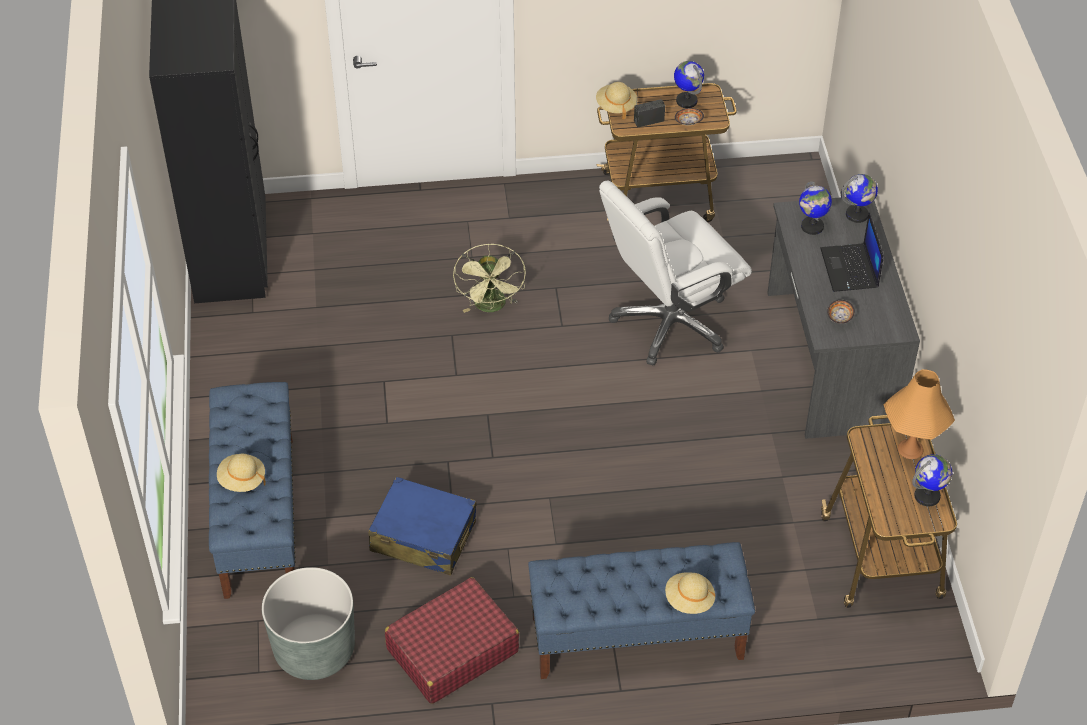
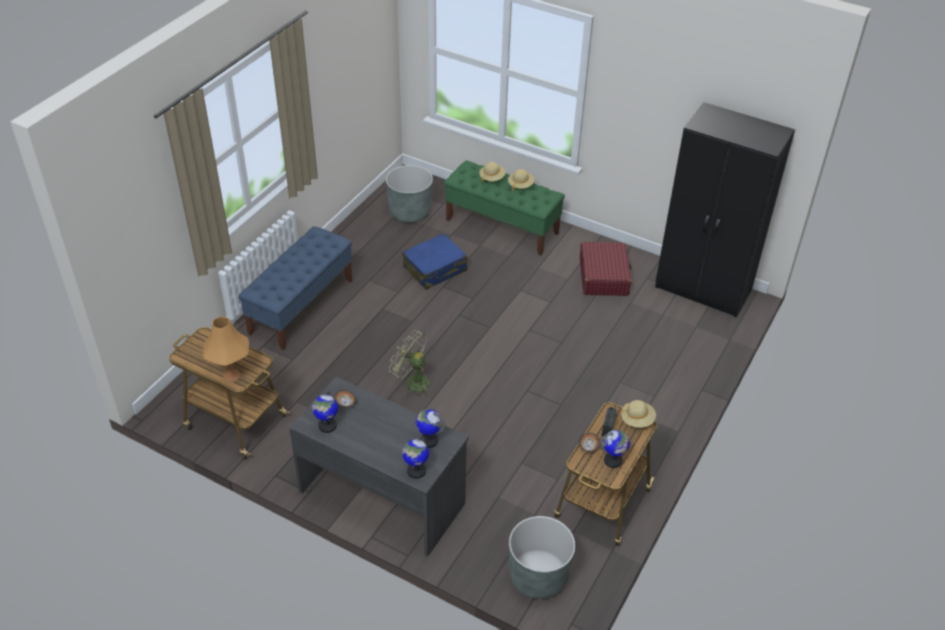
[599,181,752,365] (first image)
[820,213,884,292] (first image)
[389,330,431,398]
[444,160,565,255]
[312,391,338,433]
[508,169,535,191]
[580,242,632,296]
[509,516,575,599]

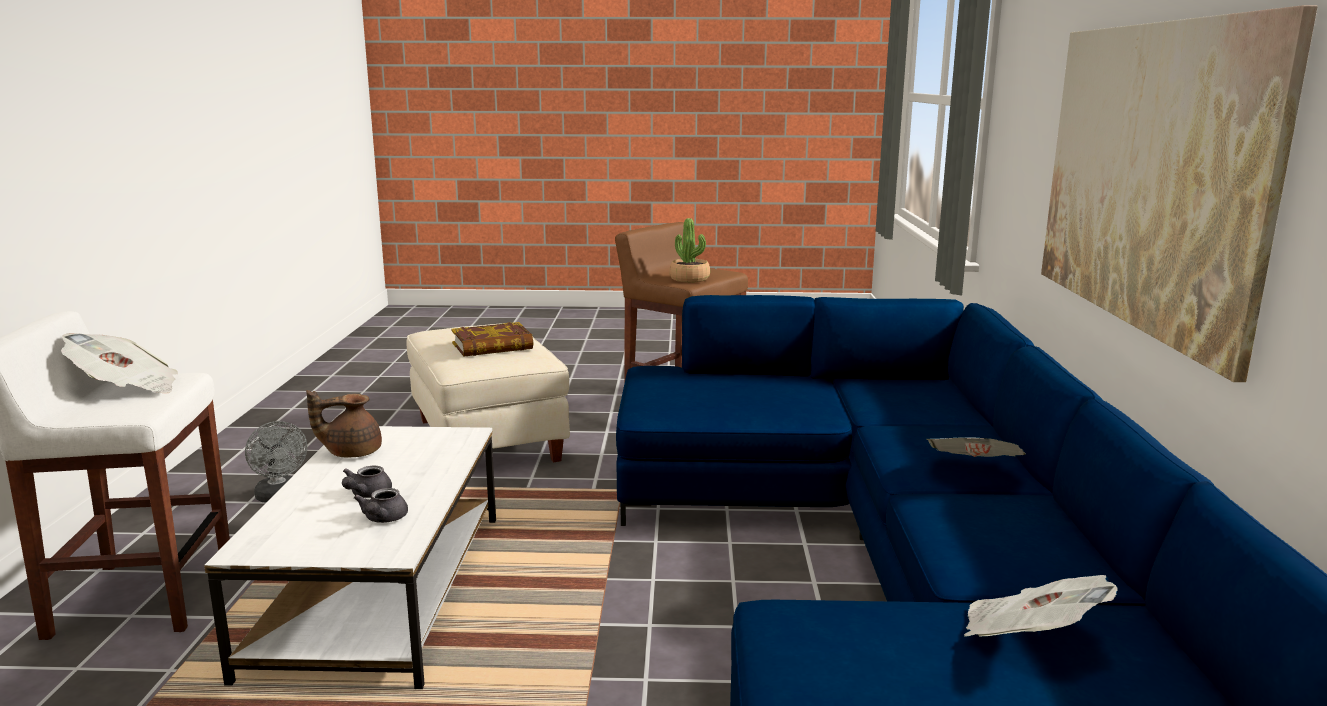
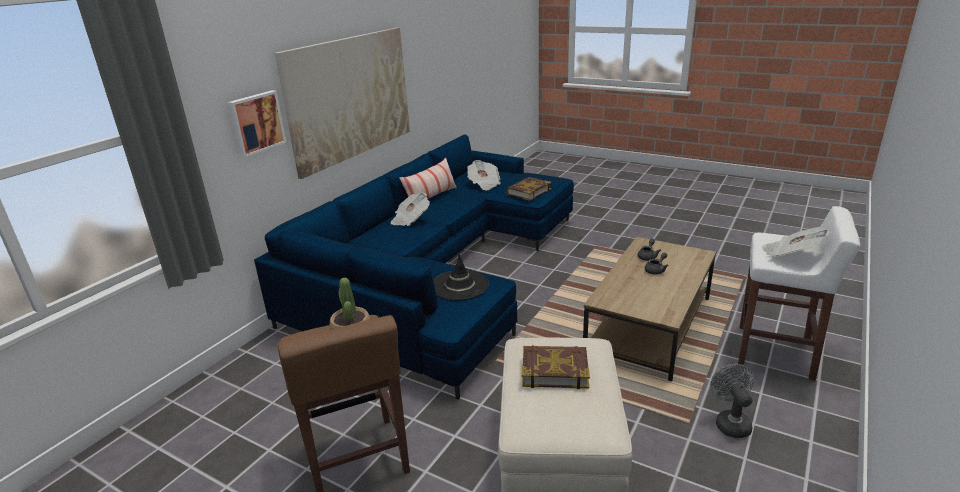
[306,390,382,457] (first image)
[583,237,716,381]
[228,90,286,158]
[399,158,457,199]
[506,177,551,201]
[433,254,489,301]

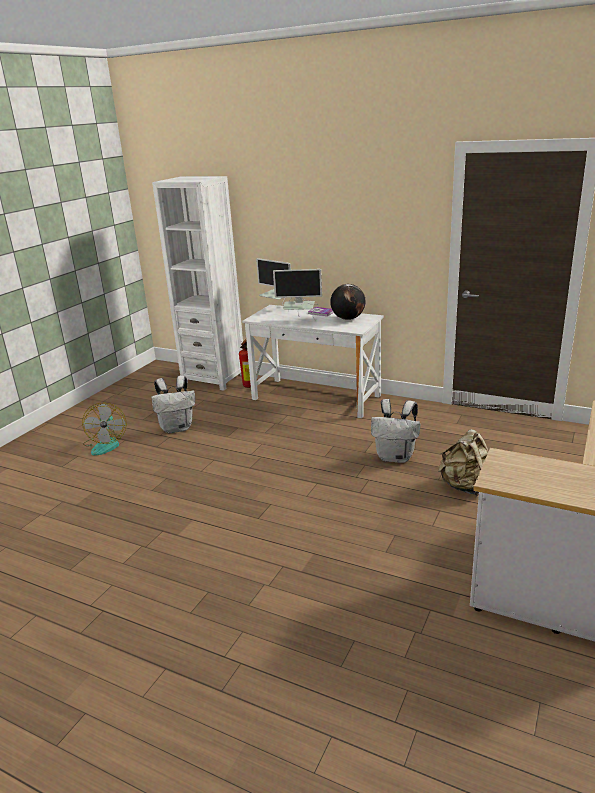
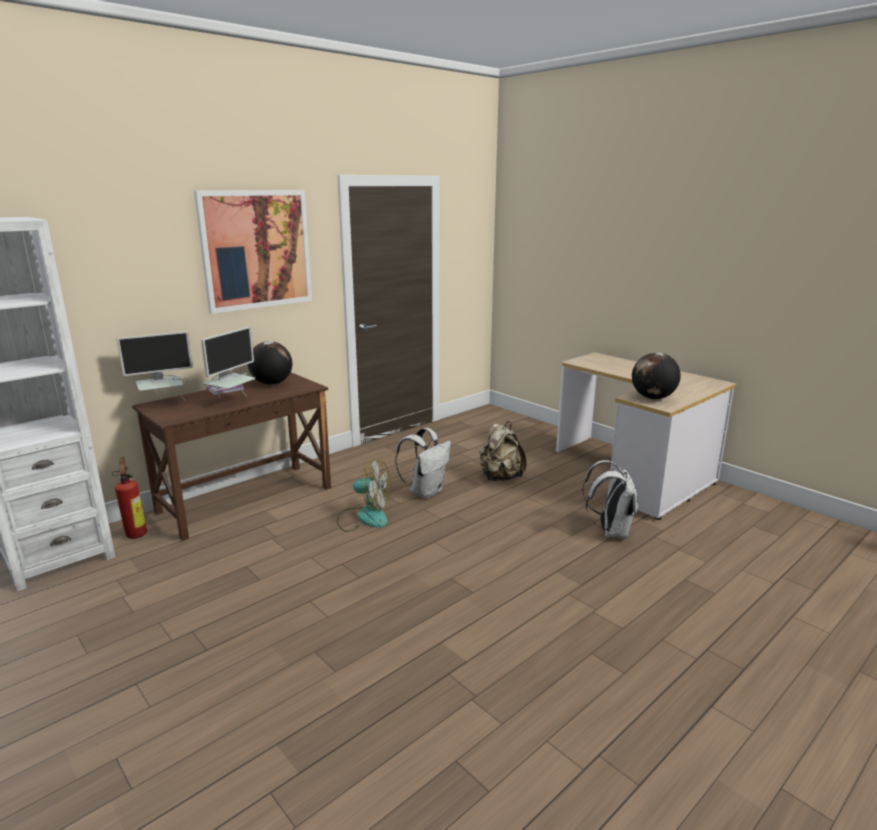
[132,372,331,541]
[582,460,638,539]
[337,459,391,532]
[194,190,312,314]
[632,353,681,399]

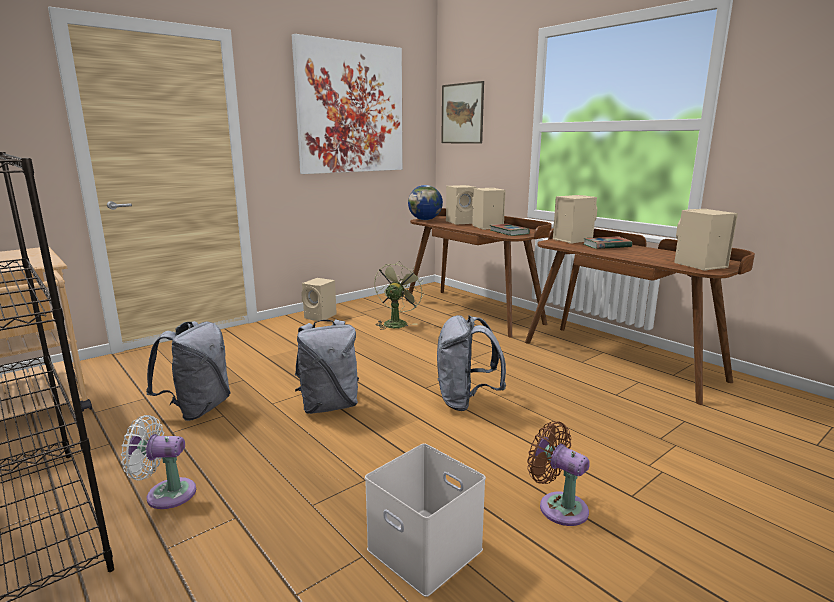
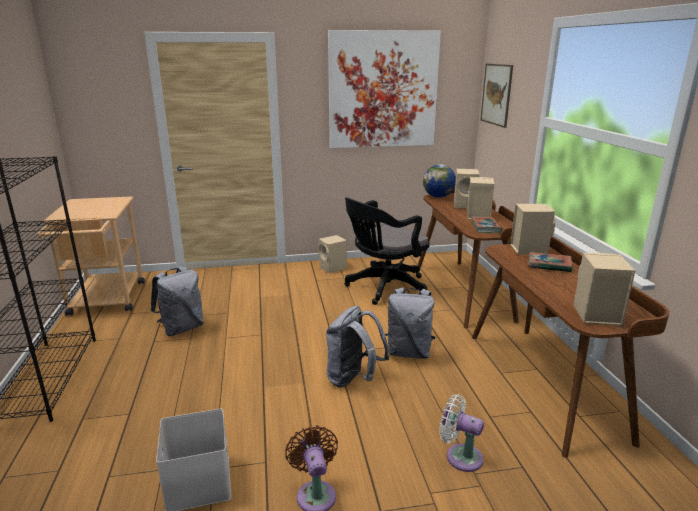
[345,197,430,305]
[385,287,436,359]
[439,394,484,472]

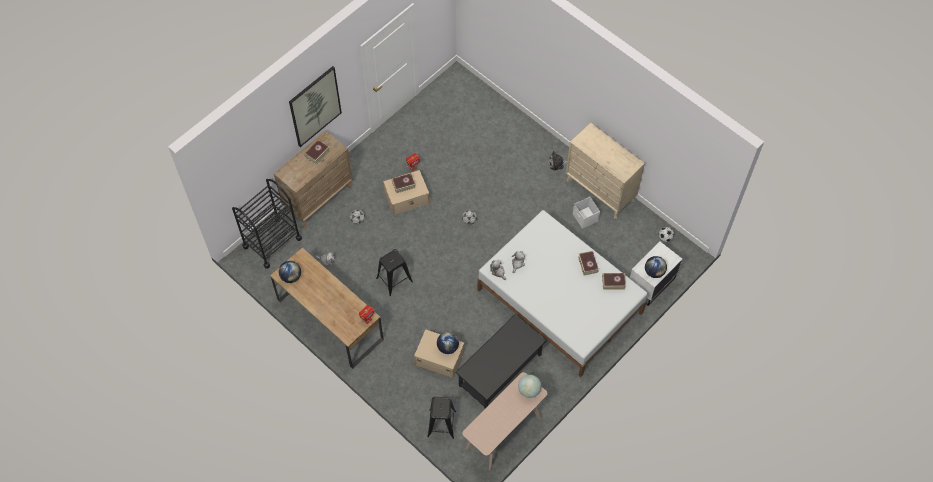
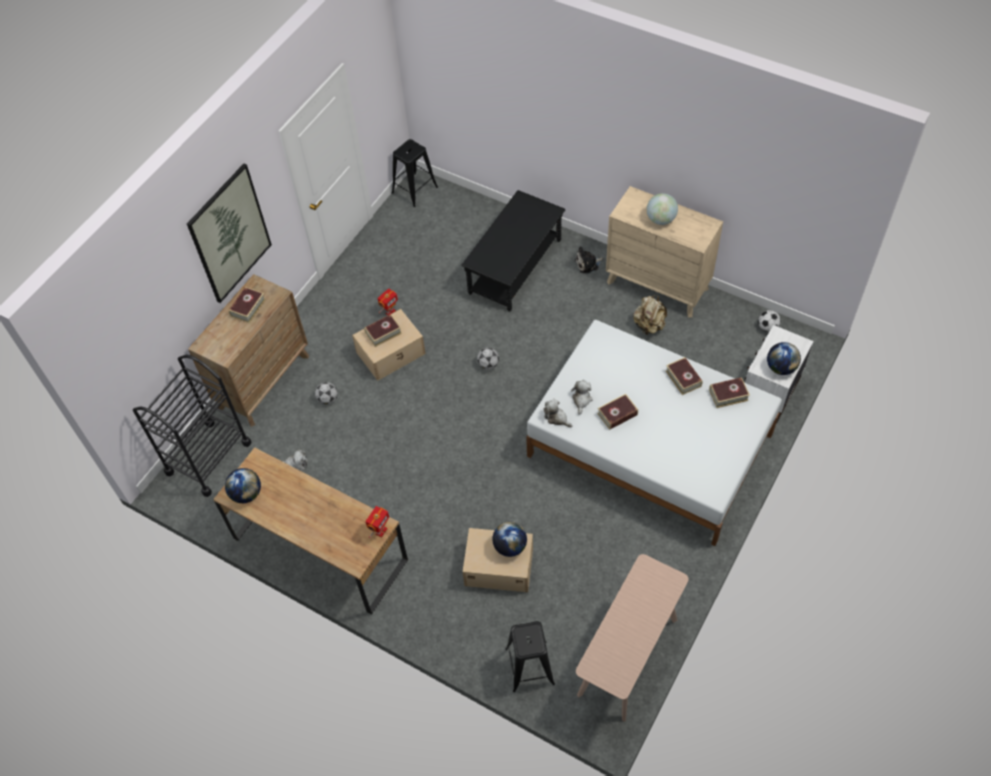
[633,295,667,335]
[392,139,438,207]
[461,190,565,312]
[647,193,678,225]
[597,394,638,430]

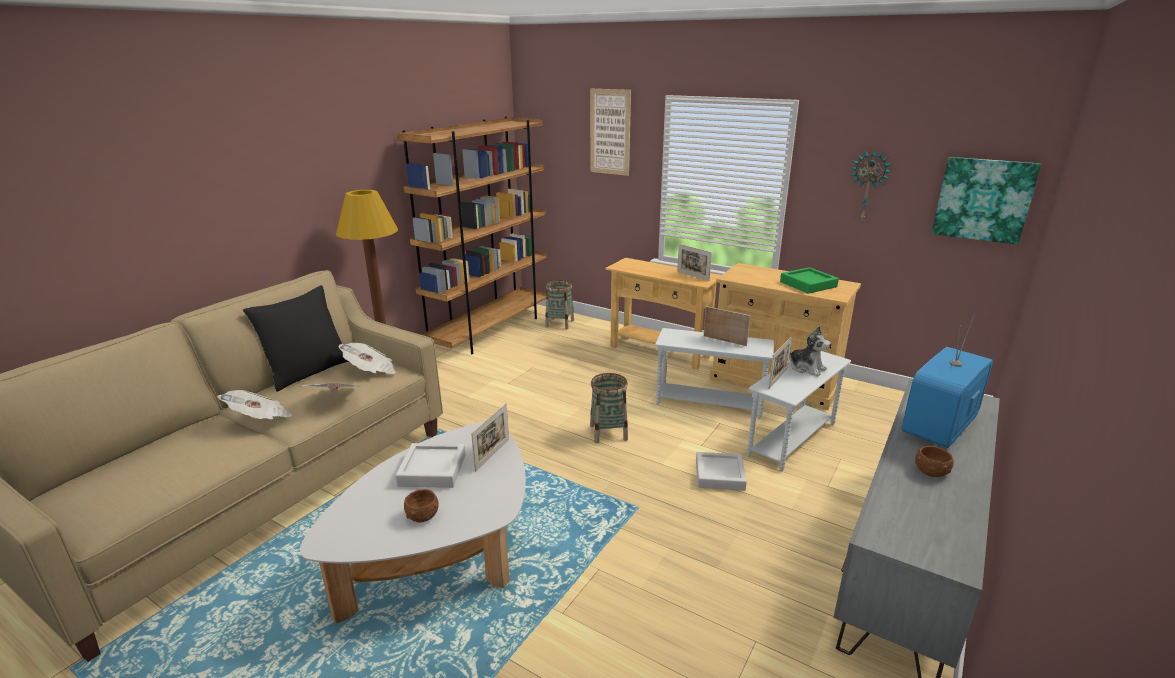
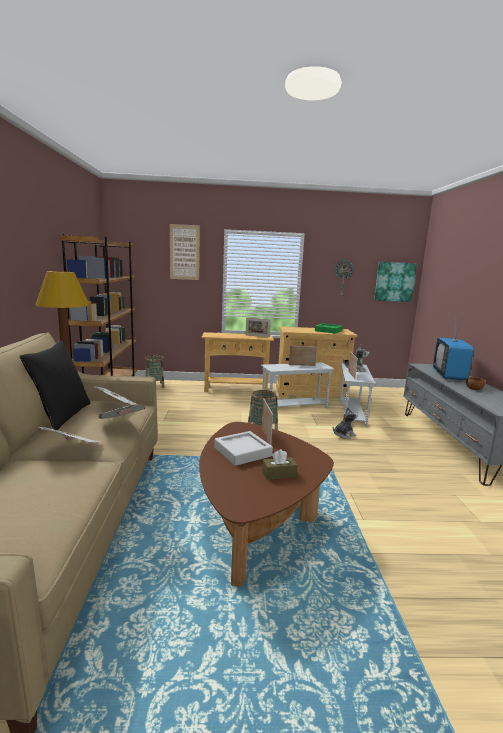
[199,422,334,587]
[333,407,358,439]
[262,449,297,480]

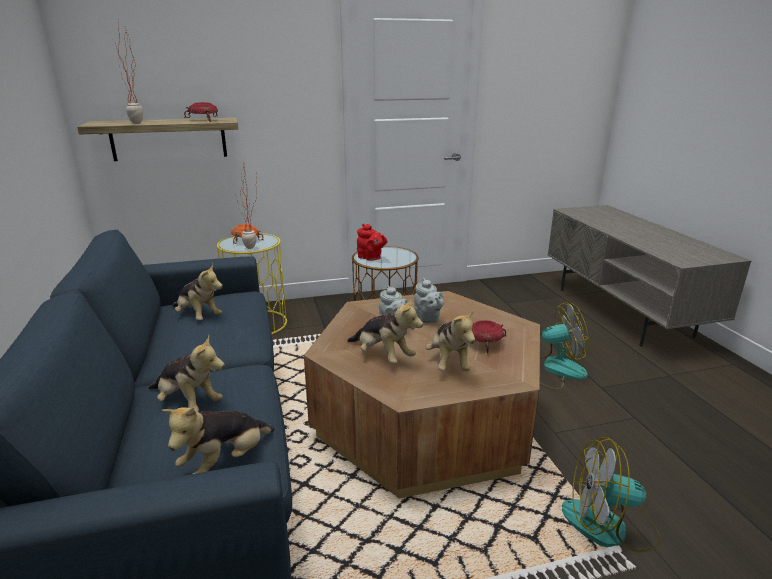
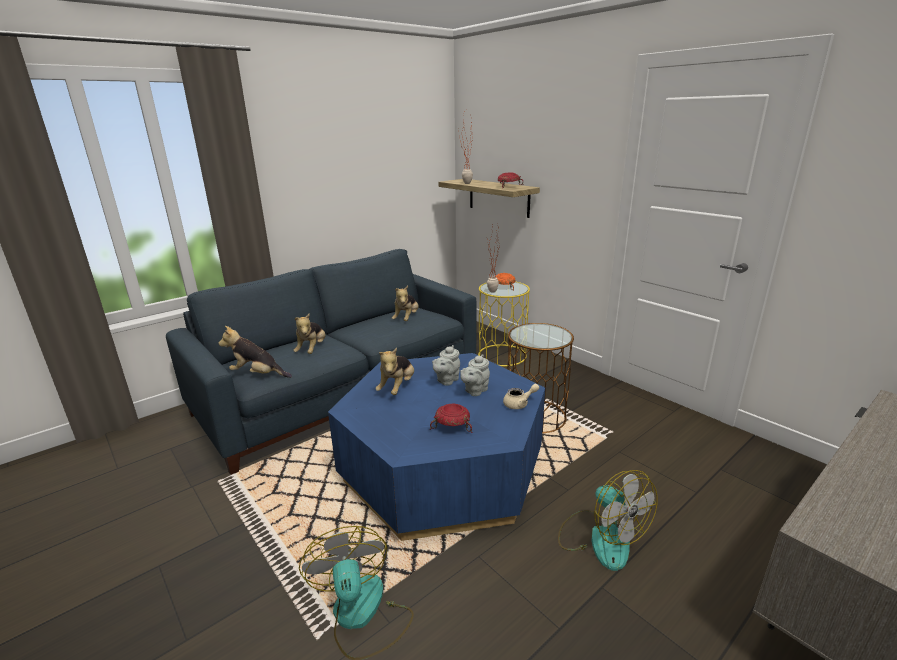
[357,224,387,261] (first image)
[328,353,545,541]
[426,310,475,371] (first image)
[503,384,539,409]

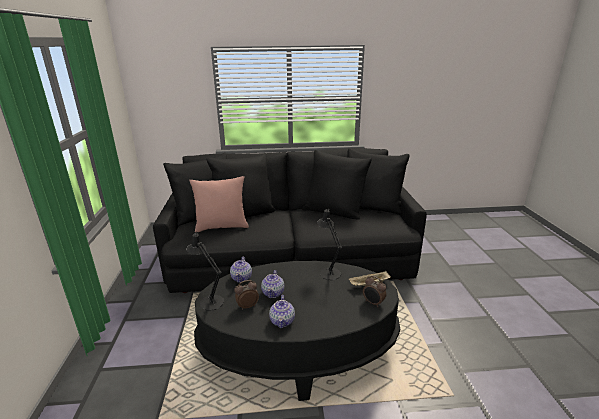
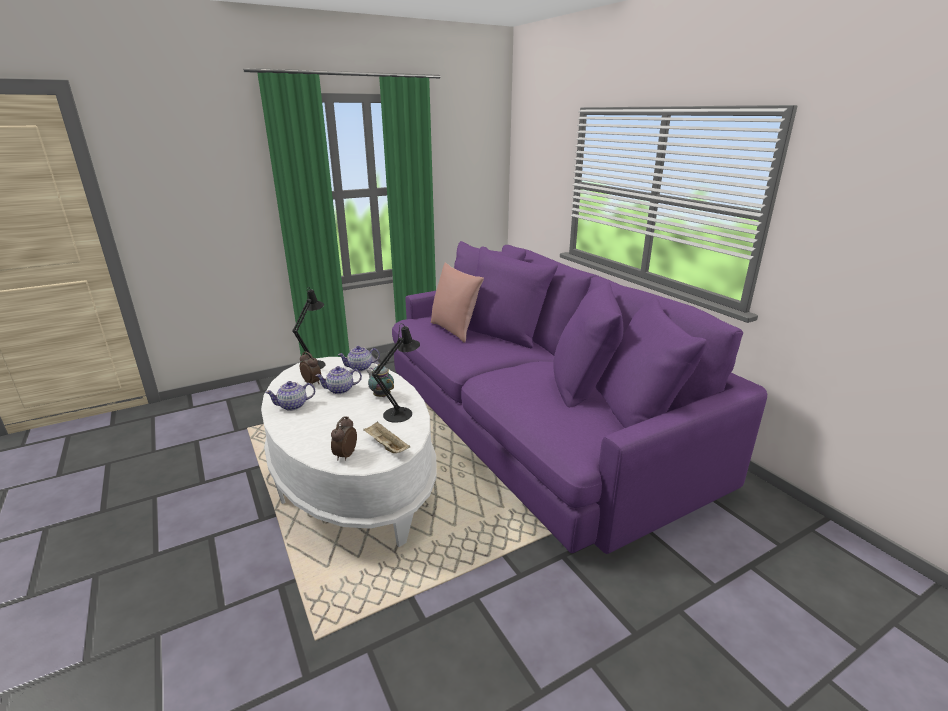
[392,241,767,554]
[261,357,437,547]
[367,364,394,397]

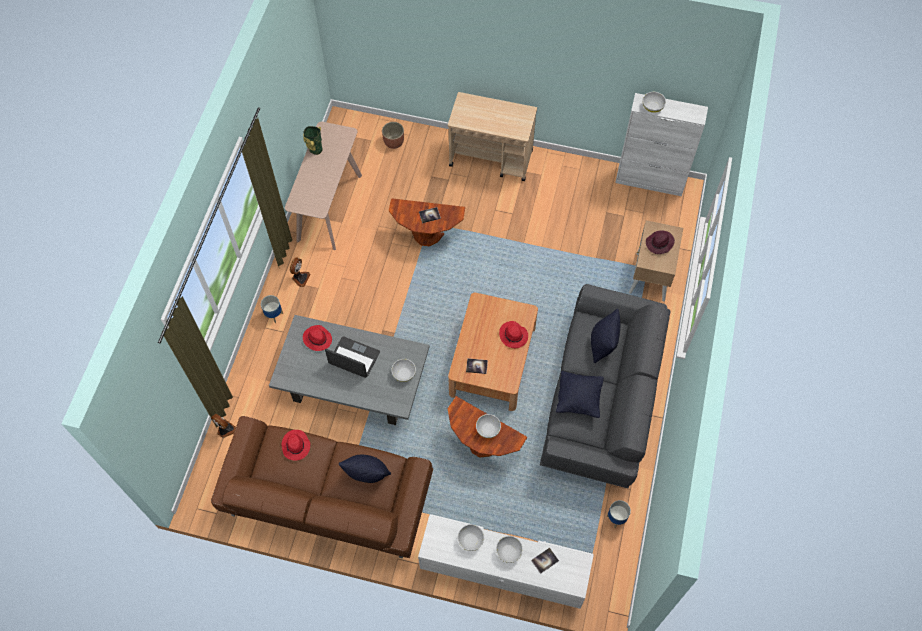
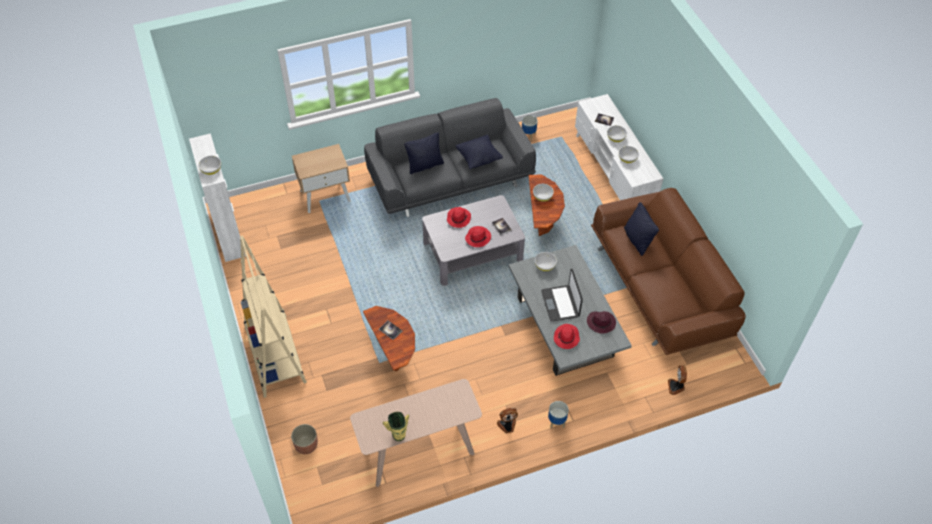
[240,236,307,398]
[587,311,616,334]
[422,195,525,286]
[465,226,491,247]

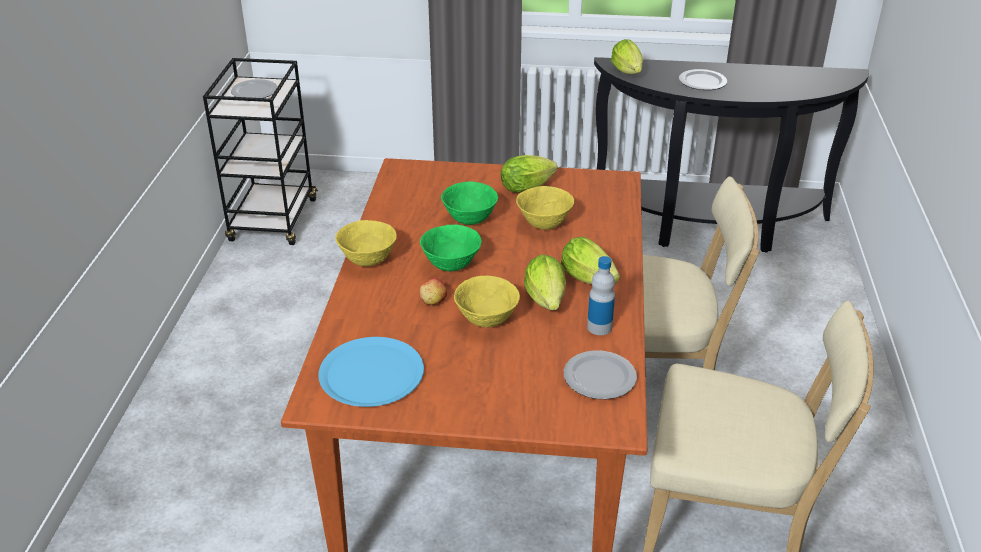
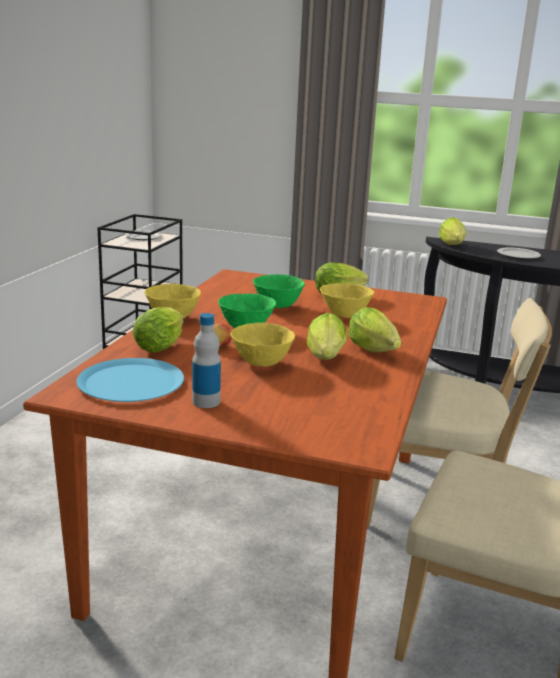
[192,313,221,408]
[564,350,637,399] (first image)
[132,307,184,352]

